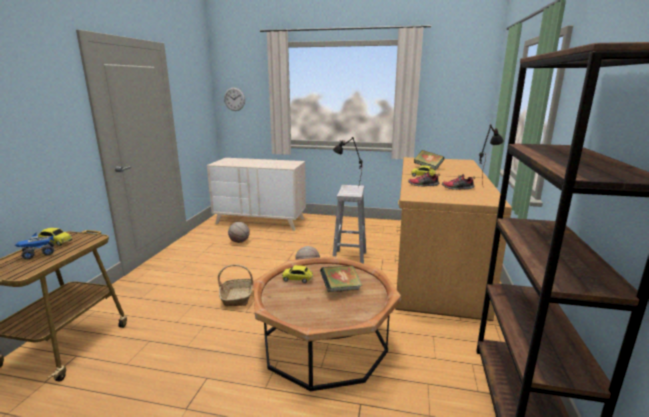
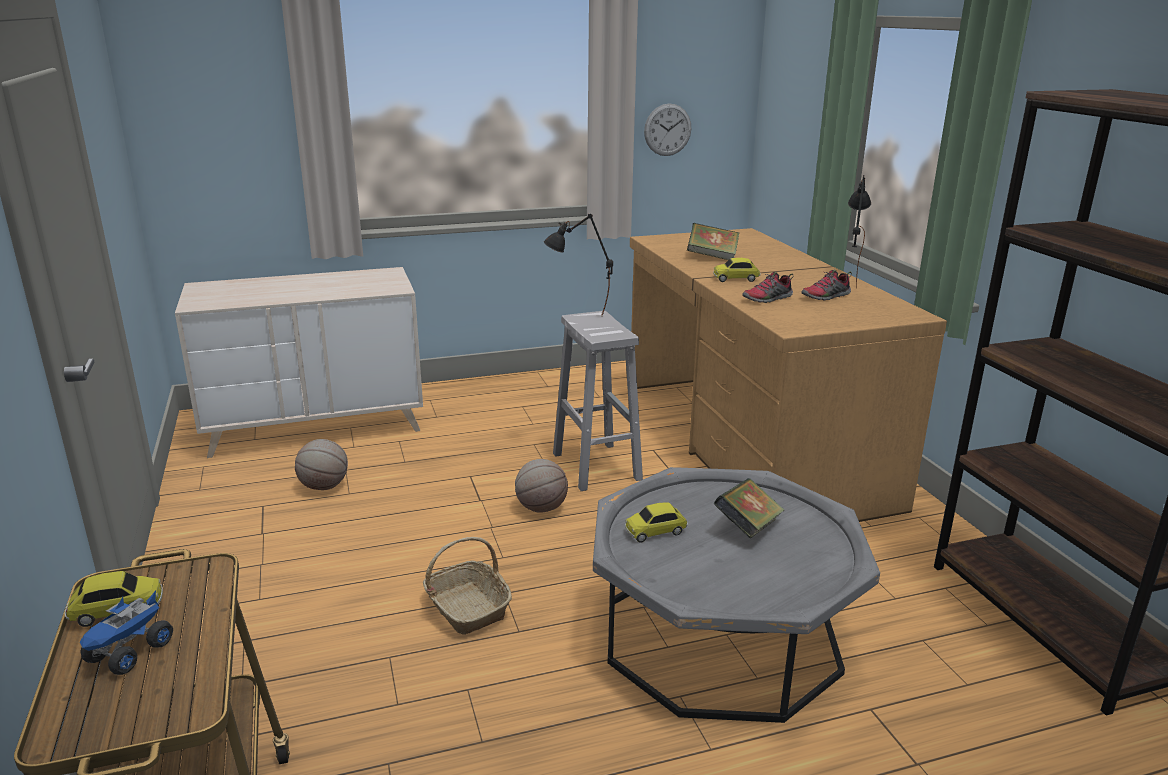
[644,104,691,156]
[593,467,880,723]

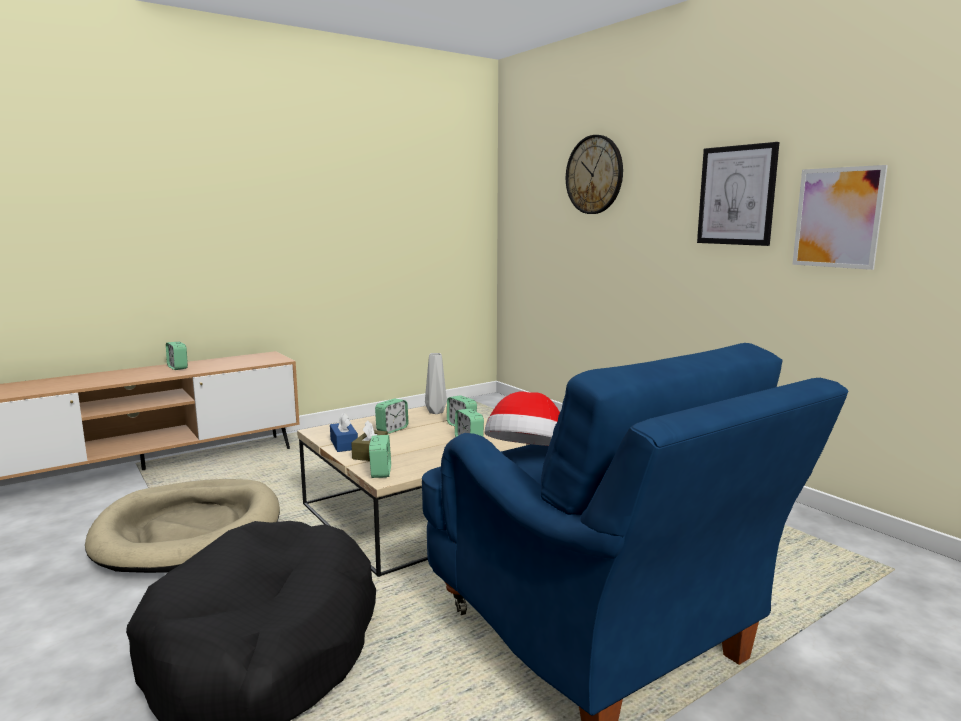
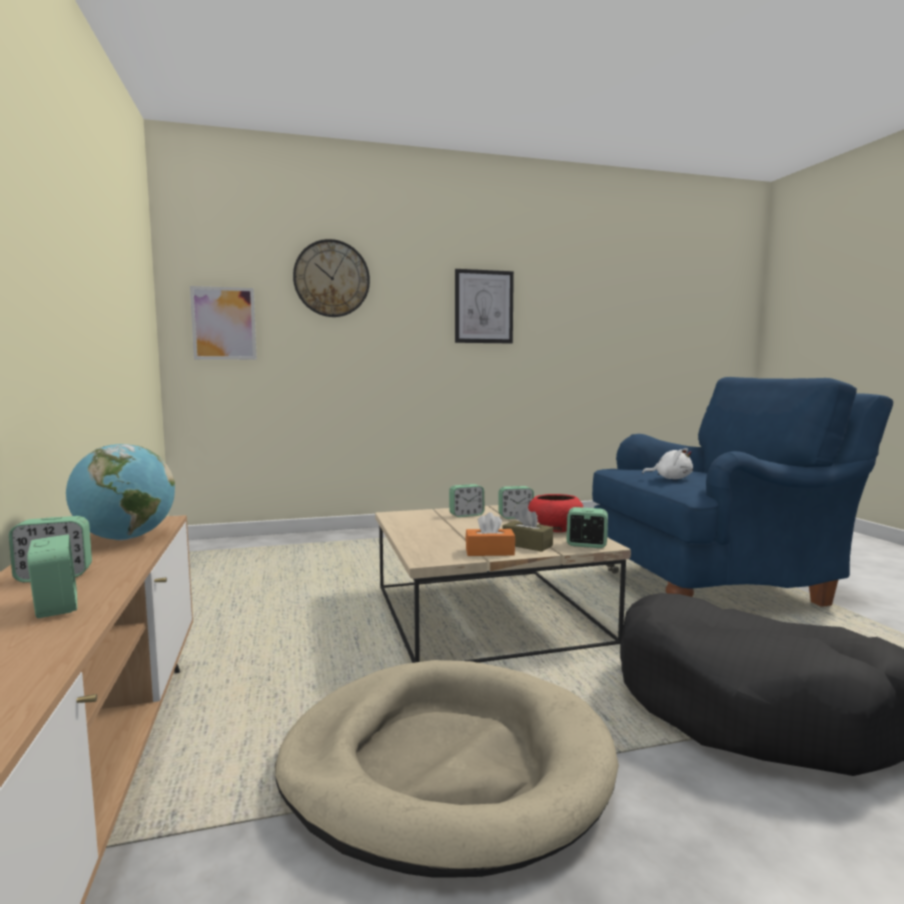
[190,286,257,360]
[425,353,447,414] (first image)
[642,448,693,479]
[27,534,77,618]
[465,512,515,556]
[66,444,175,540]
[528,494,584,532]

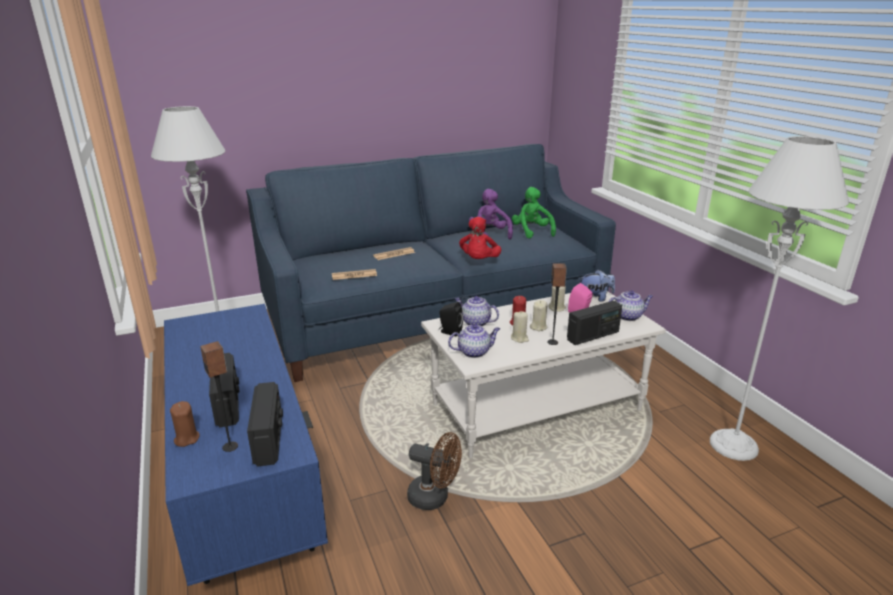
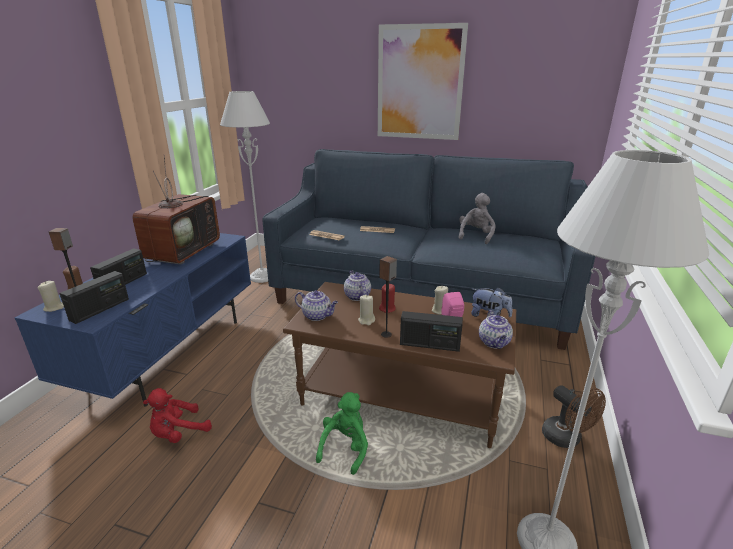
[316,392,368,475]
[458,193,496,244]
[143,388,212,443]
[479,310,513,349]
[283,282,516,448]
[37,281,64,312]
[439,302,463,336] (first image)
[542,385,606,448]
[378,23,468,140]
[132,155,220,265]

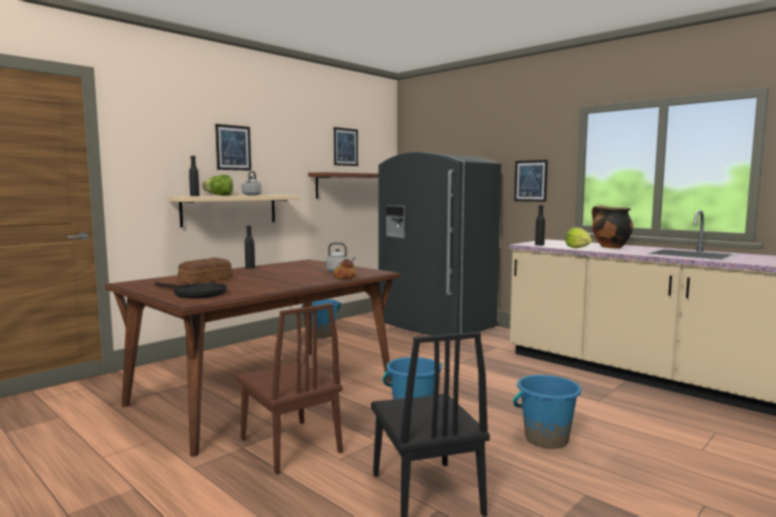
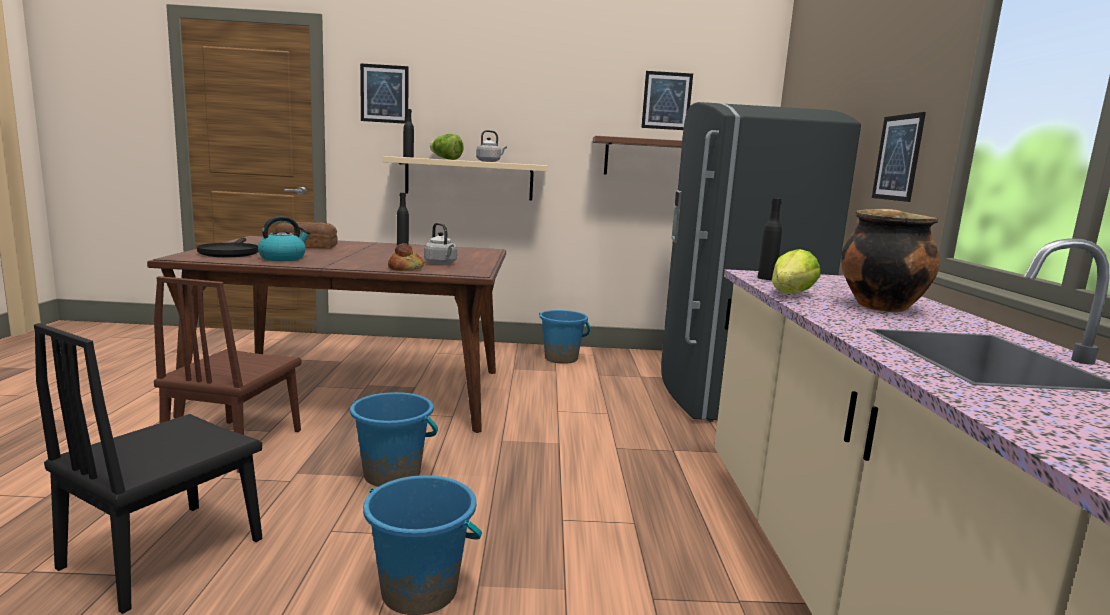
[360,63,409,124]
[258,216,310,261]

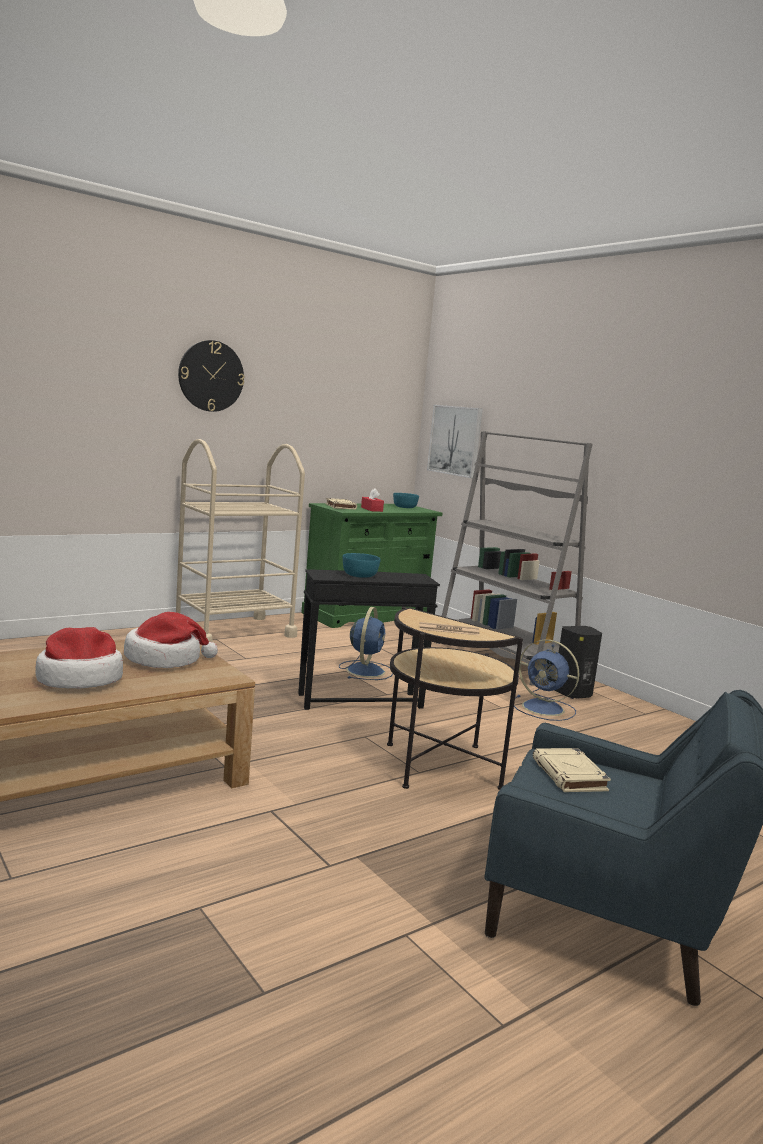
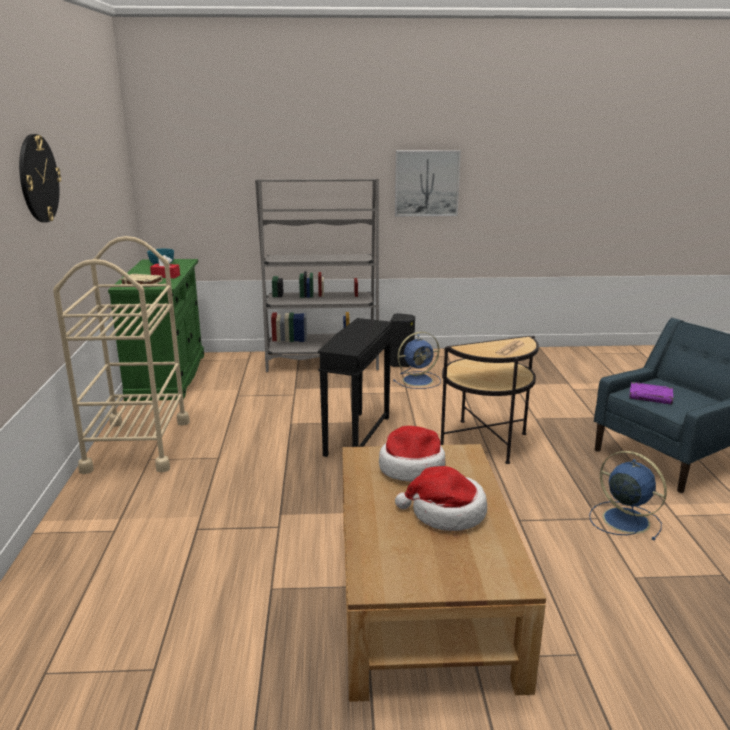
[395,150,461,216]
[343,553,381,578] (first image)
[589,451,667,540]
[629,382,673,404]

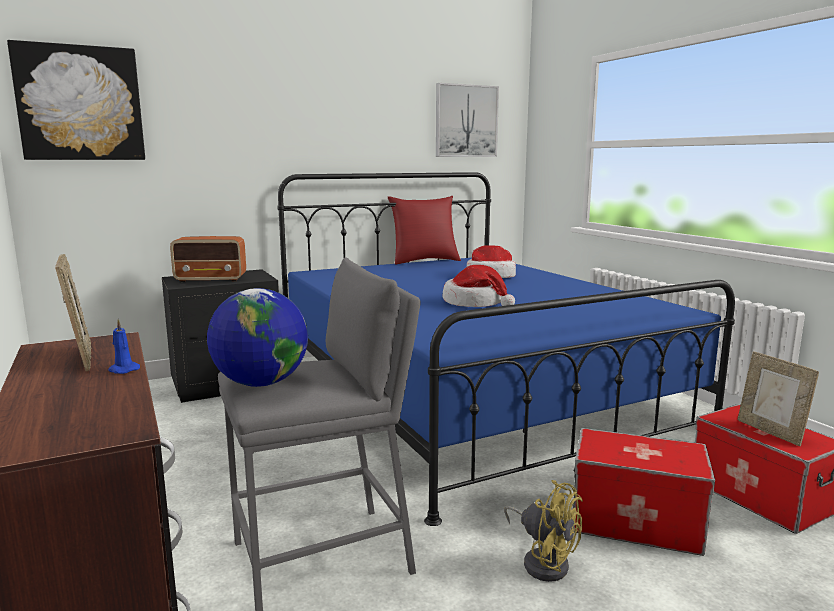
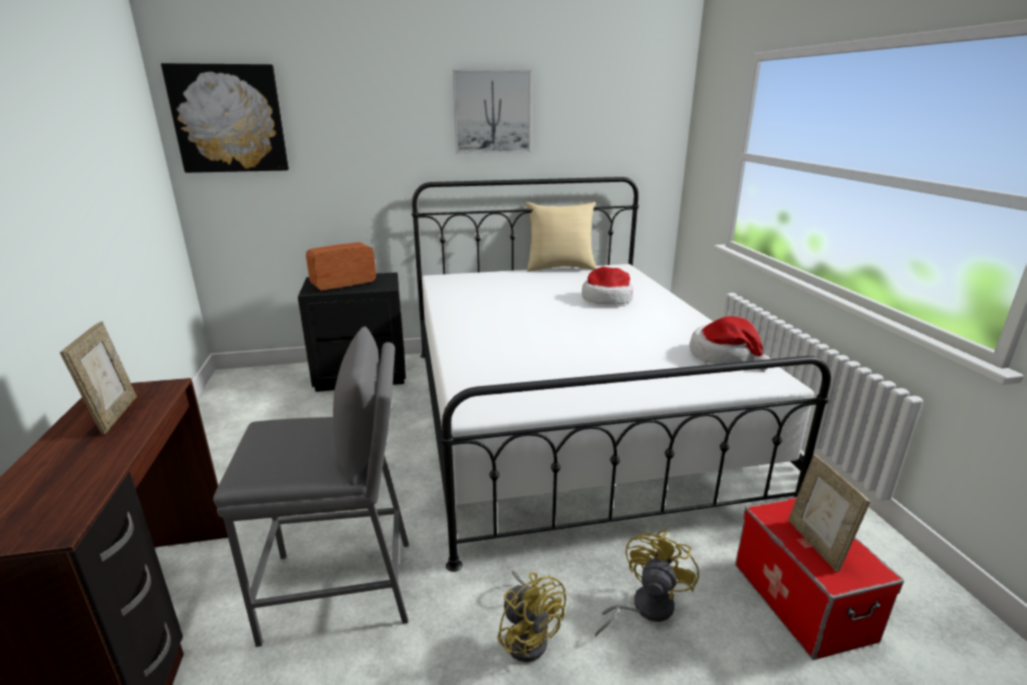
[453,69,532,154]
[412,177,831,572]
[525,202,597,272]
[306,242,376,292]
[689,316,770,370]
[207,288,308,387] (first image)
[108,319,140,374] (first image)
[595,530,699,637]

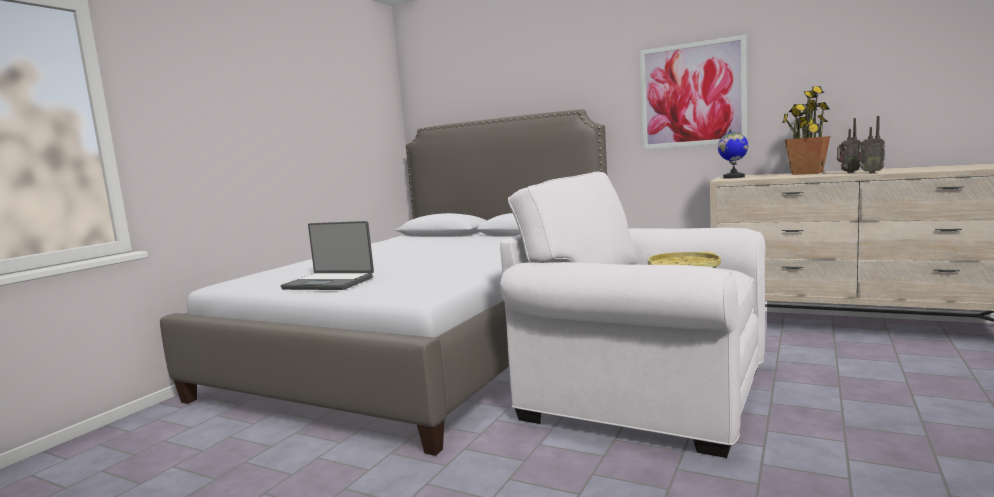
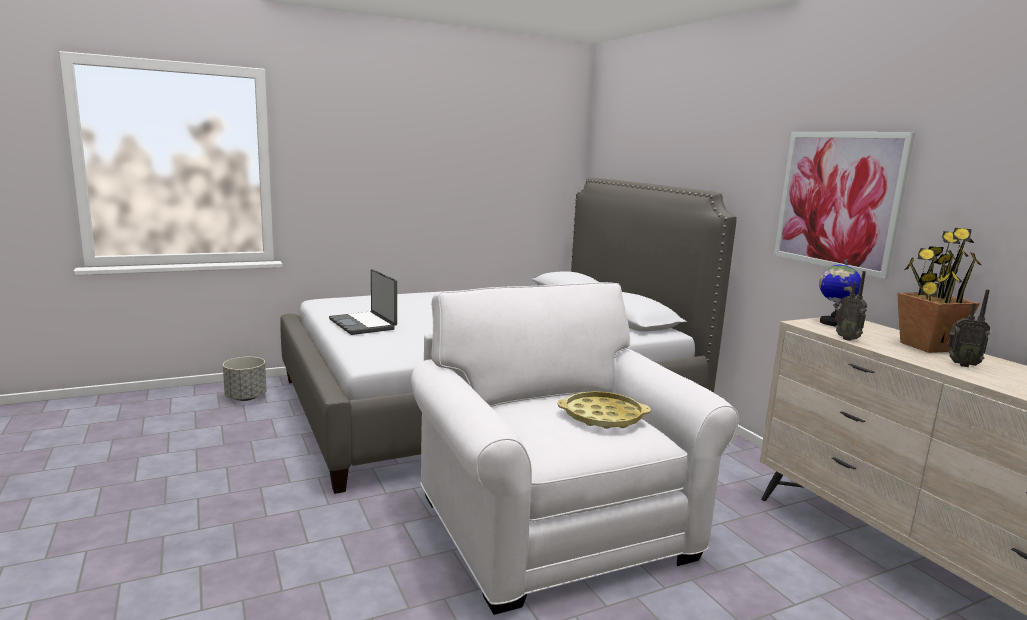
[835,271,867,341]
[223,357,267,401]

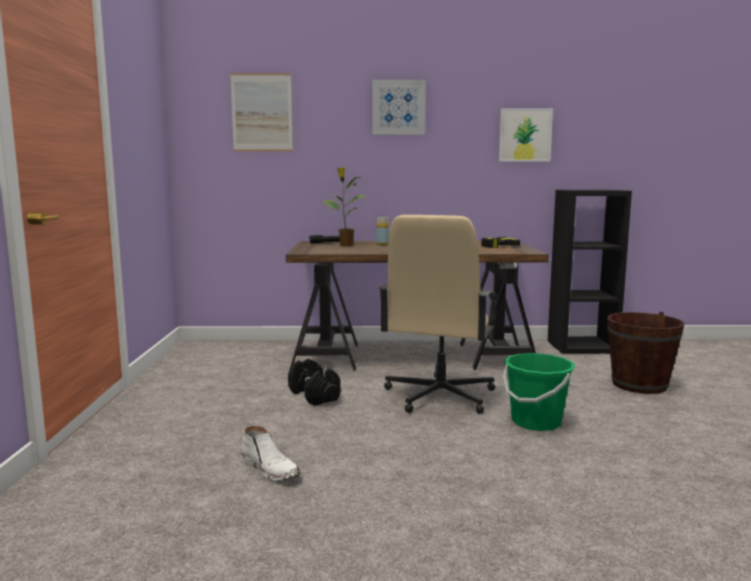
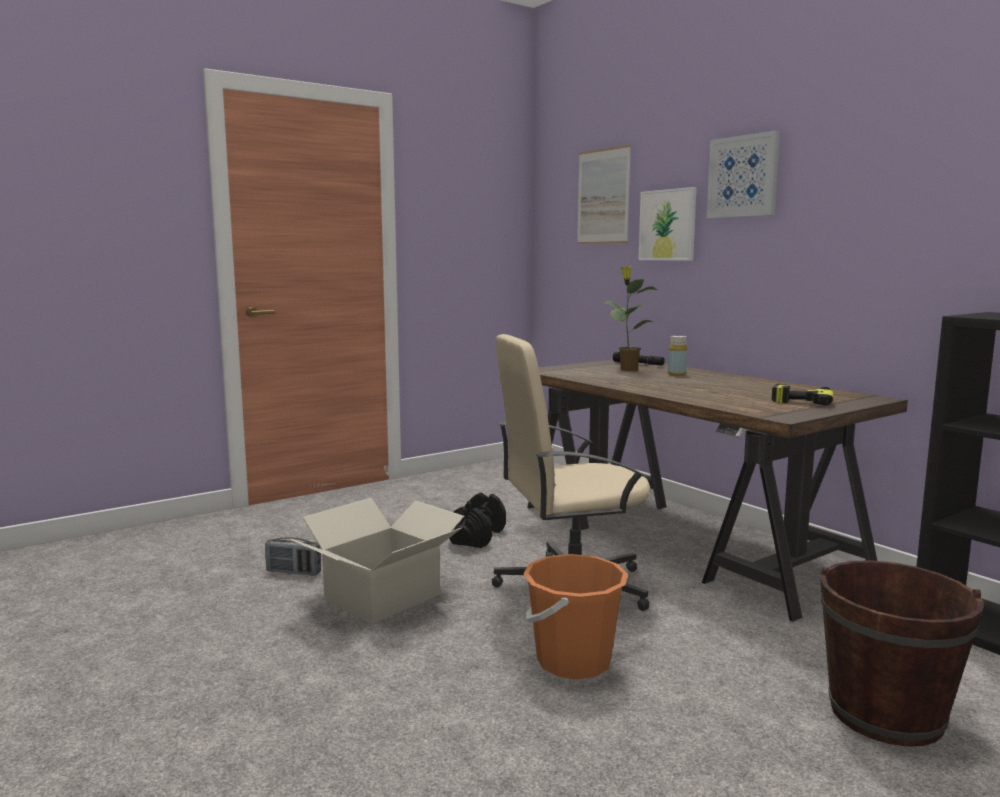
[638,187,697,261]
[523,554,628,679]
[265,537,321,576]
[290,498,464,624]

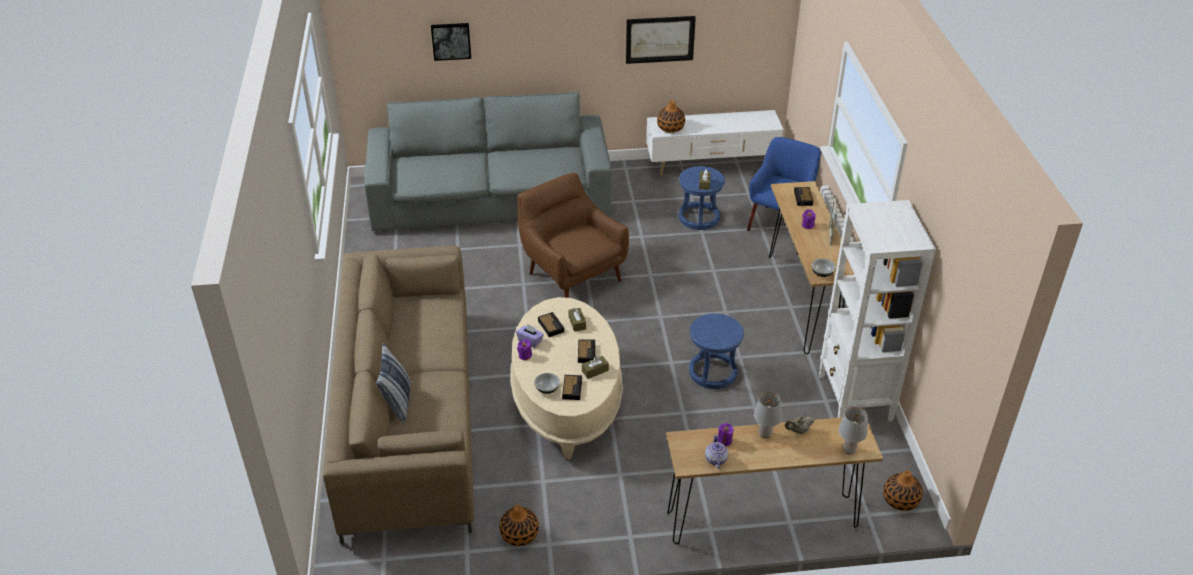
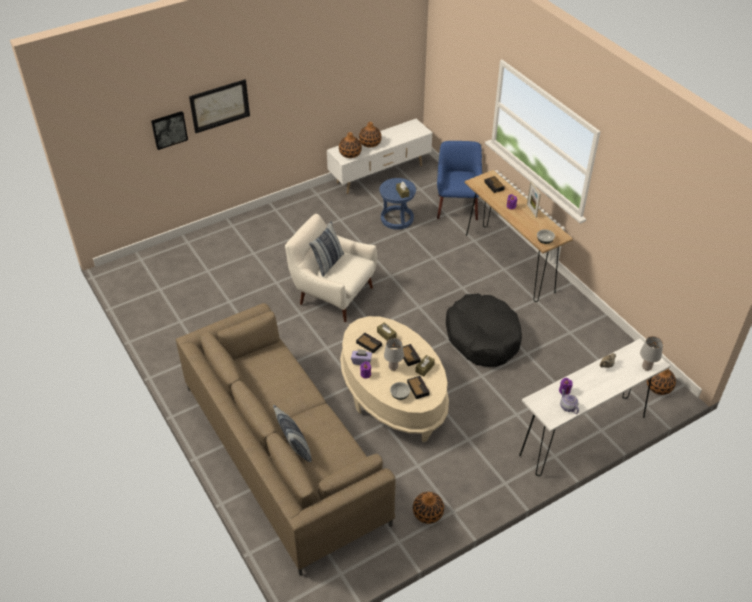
[189,79,250,133]
[364,92,612,231] (first image)
[285,214,377,322]
[819,200,936,422] (first image)
[446,293,522,367]
[384,338,404,371]
[519,339,670,476]
[359,122,382,148]
[309,221,344,277]

